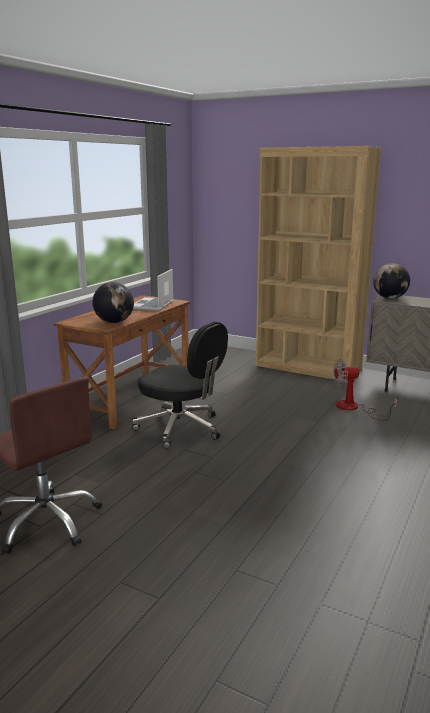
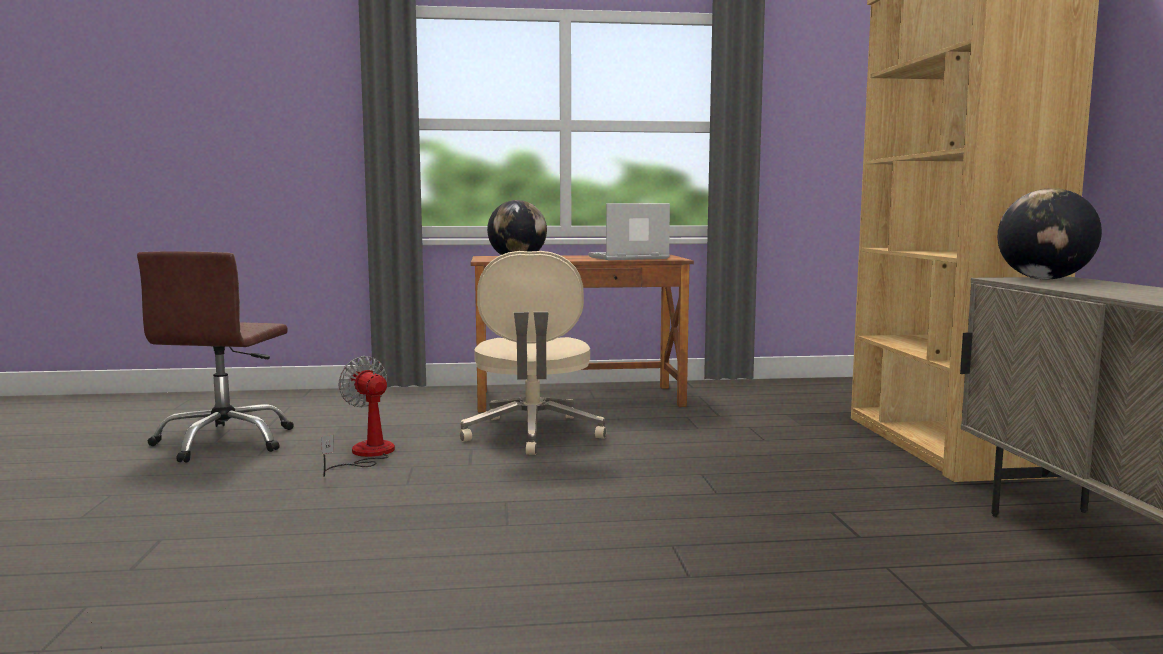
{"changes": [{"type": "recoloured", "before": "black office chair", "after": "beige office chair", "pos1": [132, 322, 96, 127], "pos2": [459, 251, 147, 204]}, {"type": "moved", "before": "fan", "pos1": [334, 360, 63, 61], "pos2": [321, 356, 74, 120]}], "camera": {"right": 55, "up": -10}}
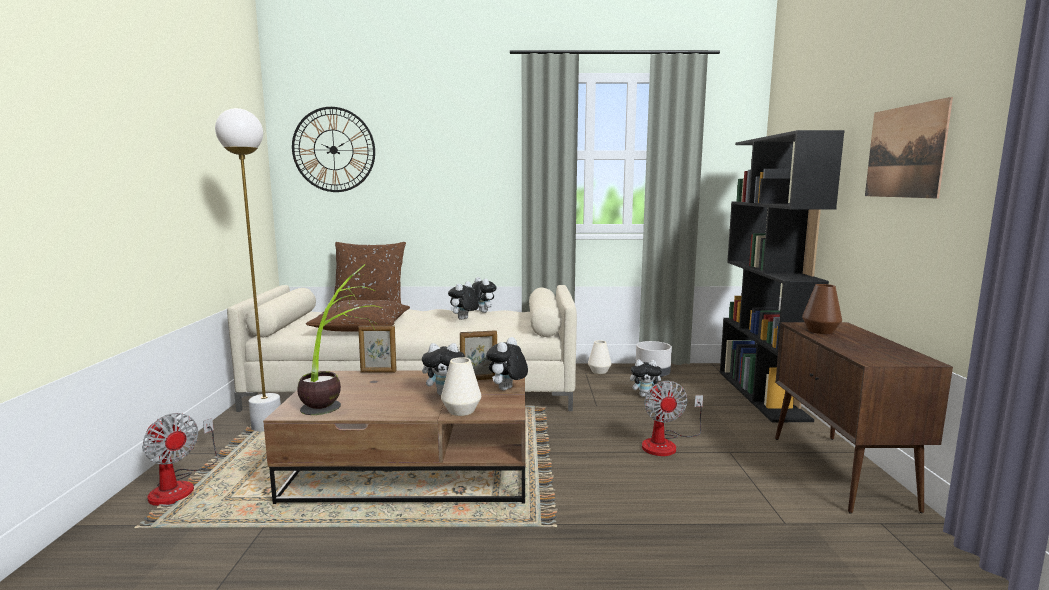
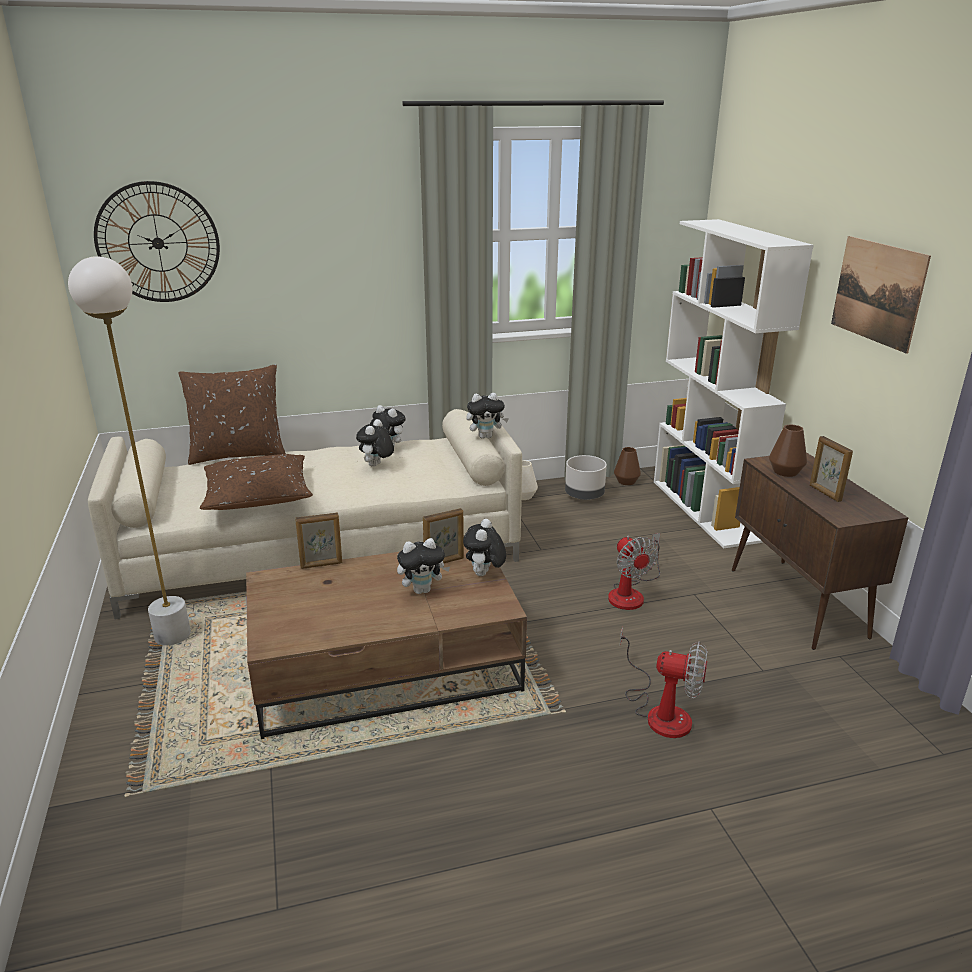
{"changes": [{"type": "moved", "before": "fan", "pos1": [142, 413, 76, 93], "pos2": [620, 627, 88, 111]}, {"type": "removed", "before": "potted plant", "pos1": [297, 264, 85, 151]}, {"type": "removed", "before": "white vase", "pos1": [441, 357, 40, 59]}, {"type": "moved", "before": "plush toy", "pos1": [630, 360, 34, 37], "pos2": [466, 393, 43, 46]}, {"type": "recoloured", "before": "black bookcase", "after": "white bookcase", "pos1": [720, 130, 125, 292], "pos2": [654, 219, 160, 330]}, {"type": "added", "after": "brown vase", "pos2": [614, 447, 27, 38]}, {"type": "added", "after": "picture frame", "pos2": [810, 436, 43, 66]}], "camera": {"right": -15, "up": 15}}
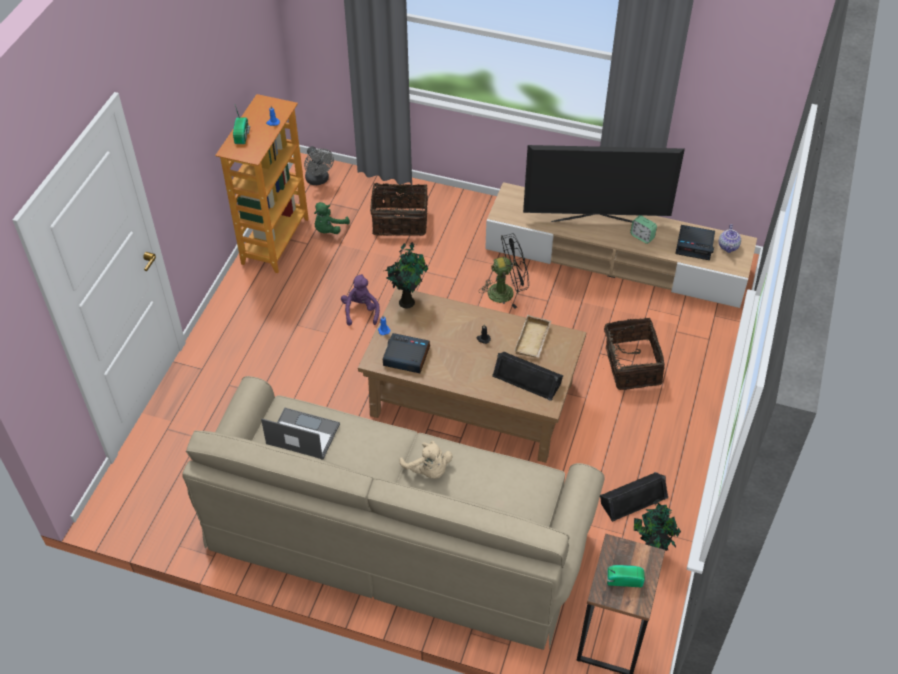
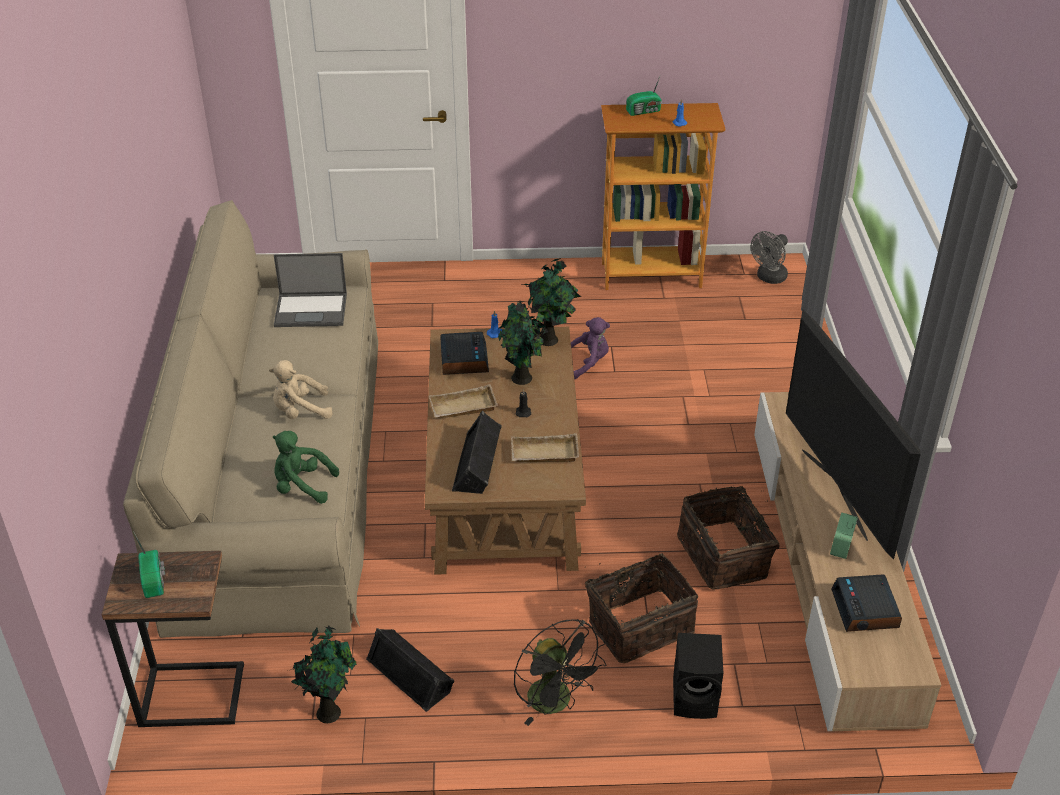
{"changes": [{"type": "turned", "before": "laptop", "pos1": [261, 408, 79, 52], "pos2": [274, 253, 73, 74], "turn": 90}, {"type": "moved", "before": "green plush toy", "pos1": [314, 202, 36, 32], "pos2": [273, 431, 66, 73]}, {"type": "moved", "before": "basket", "pos1": [370, 183, 58, 53], "pos2": [677, 486, 103, 103]}, {"type": "turned", "before": "beige plush toy", "pos1": [400, 441, 53, 38], "pos2": [269, 360, 64, 59], "turn": 45}, {"type": "moved", "before": "black fan", "pos1": [479, 233, 50, 76], "pos2": [514, 619, 92, 107]}, {"type": "removed", "before": "teapot", "pos1": [719, 224, 22, 29]}, {"type": "added", "after": "beige tray", "pos2": [429, 384, 69, 34]}, {"type": "added", "after": "potted plant", "pos2": [498, 301, 50, 84]}, {"type": "added", "after": "black speaker", "pos2": [673, 633, 51, 86]}], "camera": {"right": 70, "up": -10}}
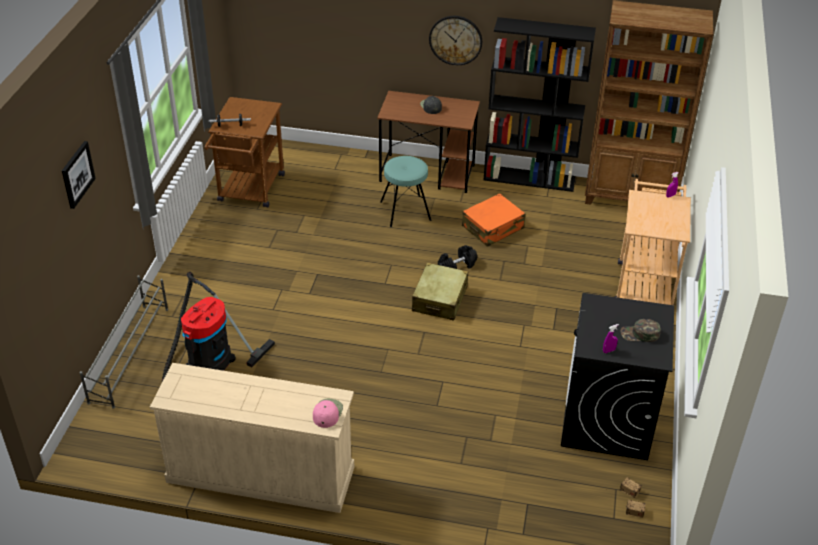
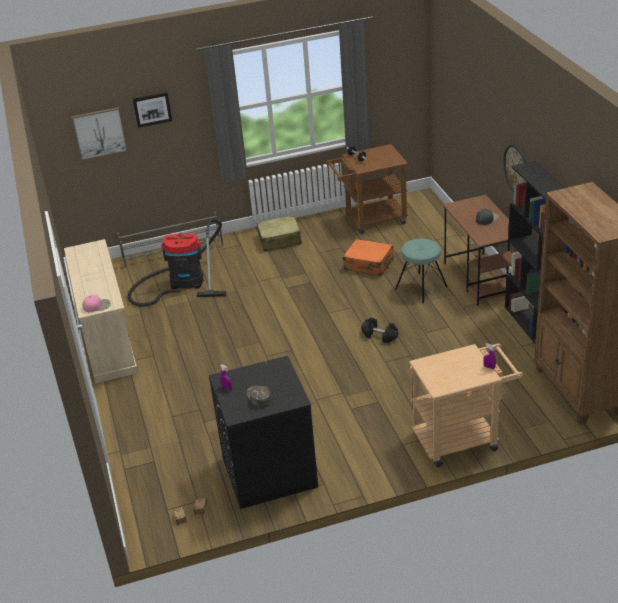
{"changes": [{"type": "moved", "before": "beige suitcase", "pos1": [412, 263, 56, 58], "pos2": [257, 215, 45, 37]}, {"type": "moved", "before": "orange suitcase", "pos1": [462, 193, 64, 54], "pos2": [343, 239, 51, 37]}, {"type": "added", "after": "picture", "pos2": [71, 107, 57, 53]}], "camera": {"right": 65, "up": -5}}
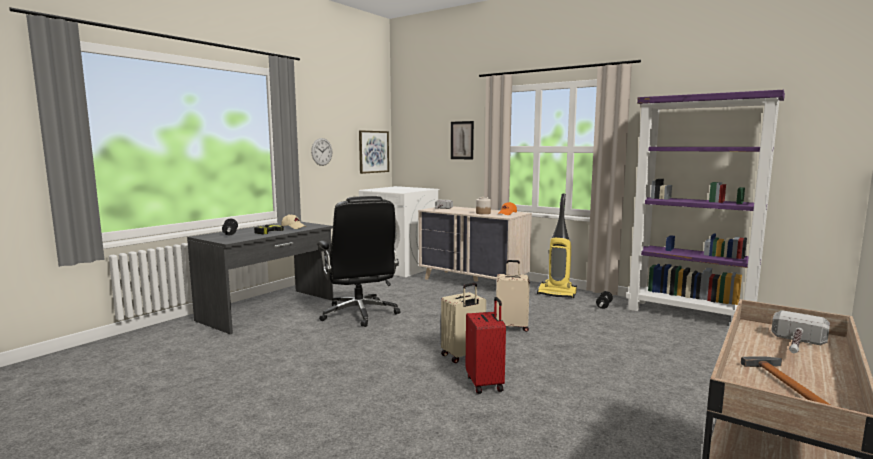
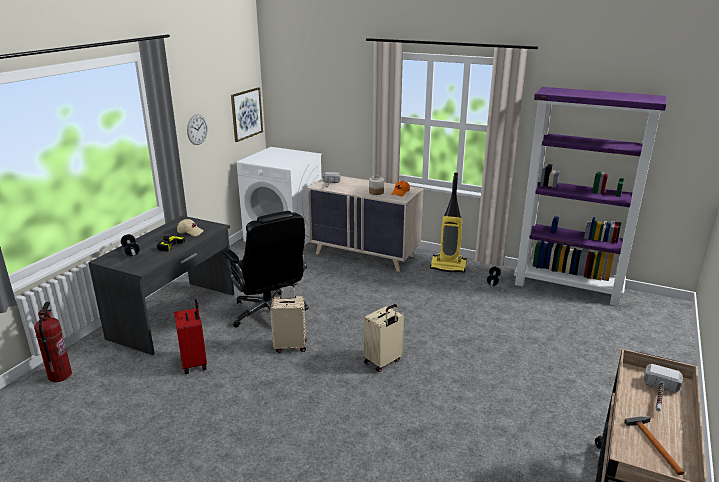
{"changes": [{"type": "removed", "before": "picture", "pos1": [451, 121, 23, 39]}, {"type": "moved", "before": "red suitcase", "pos1": [466, 297, 40, 97], "pos2": [174, 299, 33, 75]}, {"type": "moved", "before": "beige suitcase", "pos1": [496, 260, 34, 72], "pos2": [270, 284, 37, 68]}, {"type": "added", "after": "fire extinguisher", "pos2": [34, 302, 38, 80]}], "camera": {"right": -10, "up": 15}}
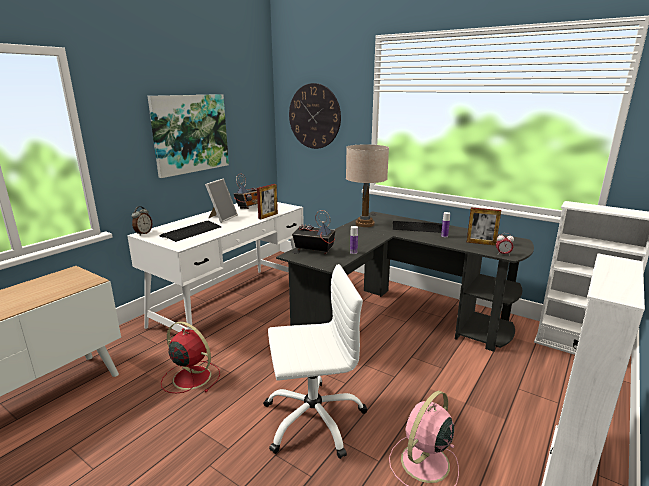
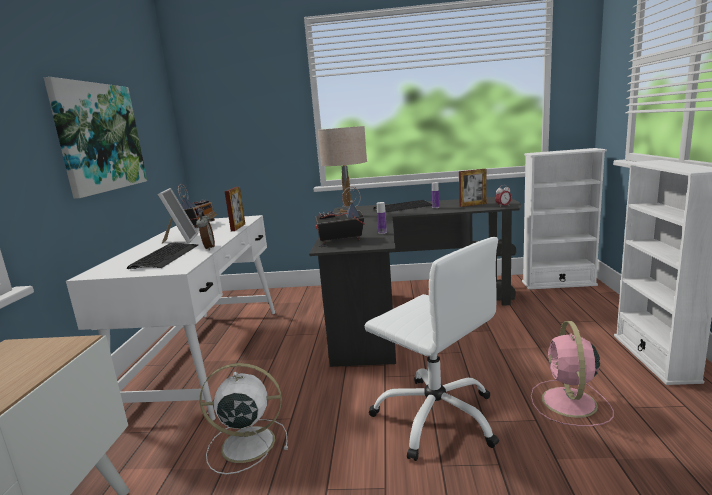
{"changes": [{"type": "moved", "before": "alarm clock", "pos1": [132, 206, 21, 29], "pos2": [196, 212, 19, 38]}, {"type": "recoloured", "before": "red fan", "after": "white fan", "pos1": [161, 322, 59, 71], "pos2": [200, 363, 88, 111]}, {"type": "turned", "before": "white office chair", "pos1": [264, 264, 103, 195], "pos2": [365, 237, 134, 224], "turn": 90}, {"type": "removed", "before": "wall clock", "pos1": [289, 83, 52, 66]}], "camera": {"right": -30, "up": -5}}
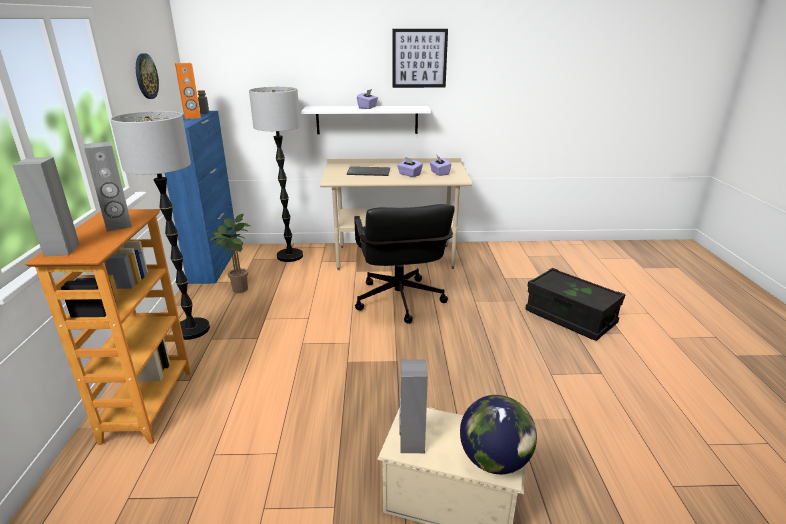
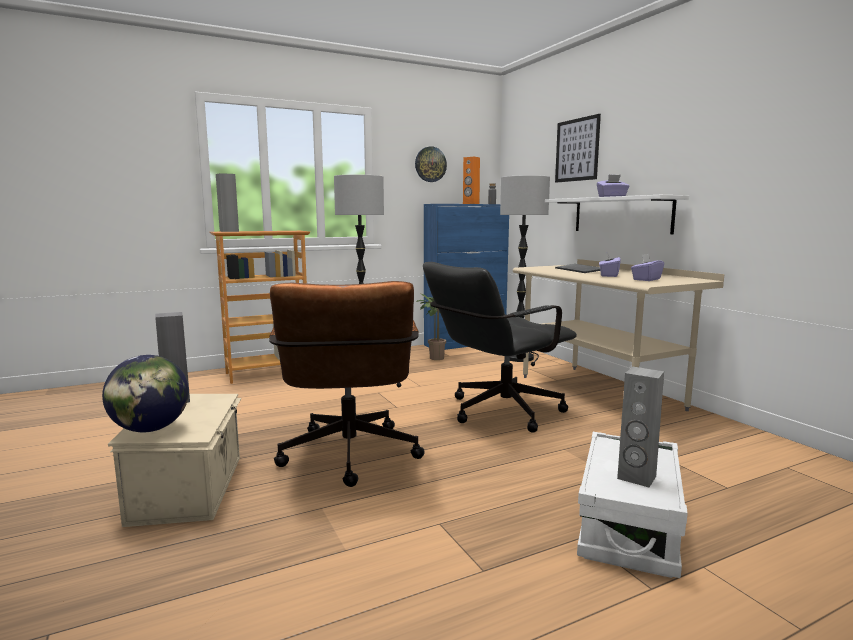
{"changes": [{"type": "moved", "before": "grey speaker", "pos1": [84, 141, 48, 91], "pos2": [617, 367, 47, 120]}, {"type": "moved", "before": "picture", "pos1": [393, 29, 55, 59], "pos2": [555, 114, 46, 69]}, {"type": "recoloured", "before": "black storage box", "after": "white storage box", "pos1": [525, 268, 101, 73], "pos2": [577, 432, 111, 146]}, {"type": "added", "after": "brown office chair", "pos2": [269, 281, 156, 206]}], "camera": {"right": 65, "up": -15}}
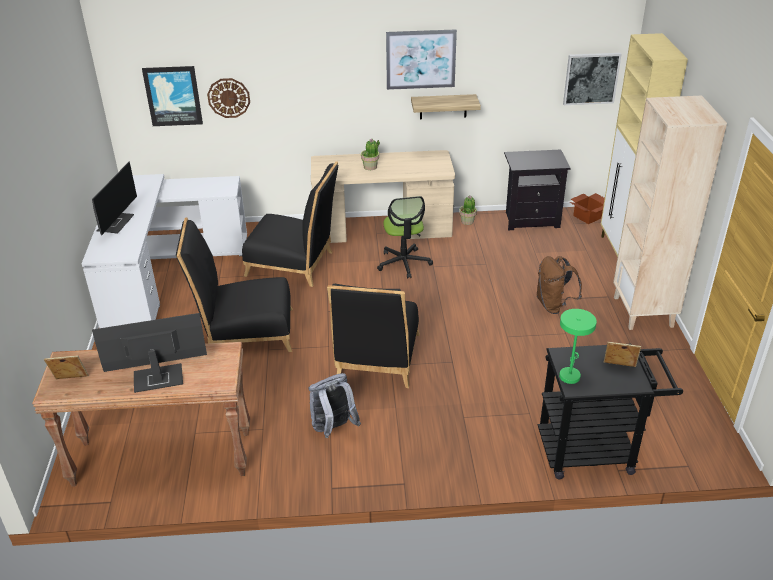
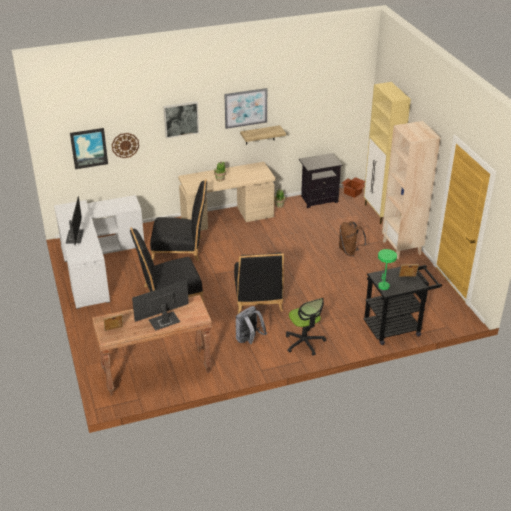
{"changes": [{"type": "moved", "before": "office chair", "pos1": [377, 196, 56, 83], "pos2": [286, 298, 40, 58]}, {"type": "moved", "before": "picture", "pos1": [563, 53, 59, 52], "pos2": [163, 101, 36, 37]}], "camera": {"right": -15, "up": 0}}
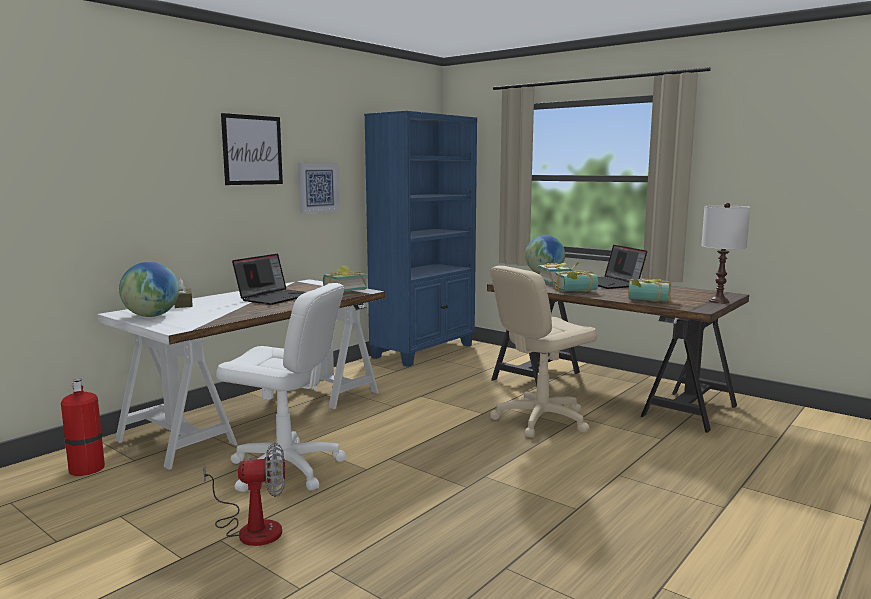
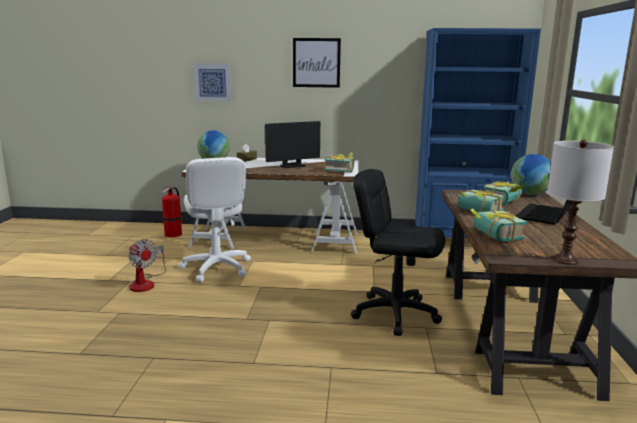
{"changes": [{"type": "replaced", "before": "laptop", "after": "monitor", "pos1": [232, 254, 74, 51], "pos2": [265, 121, 55, 47]}, {"type": "moved", "before": "picture", "pos1": [298, 163, 41, 51], "pos2": [193, 63, 39, 39]}, {"type": "recoloured", "before": "beige office chair", "after": "black office chair", "pos1": [490, 266, 107, 172], "pos2": [351, 169, 94, 167]}], "camera": {"right": 55, "up": 5}}
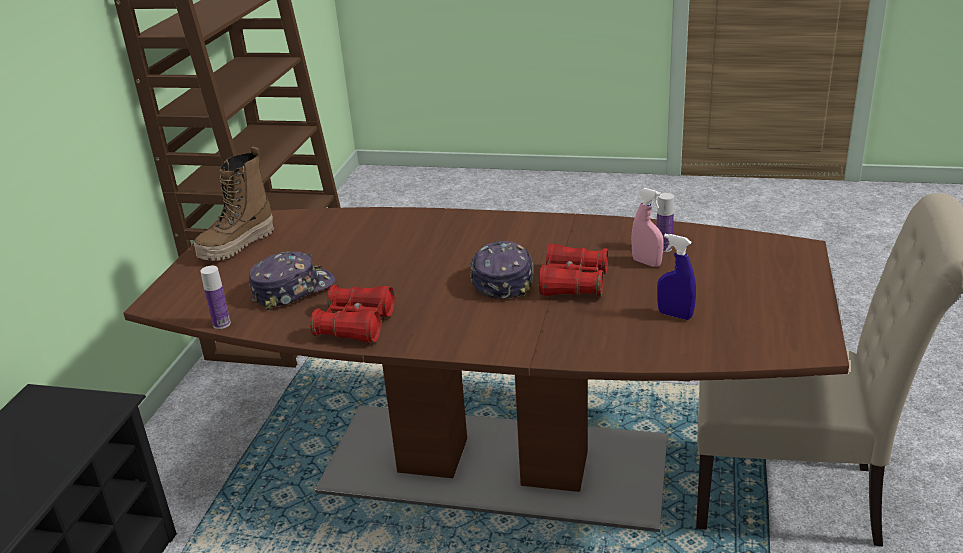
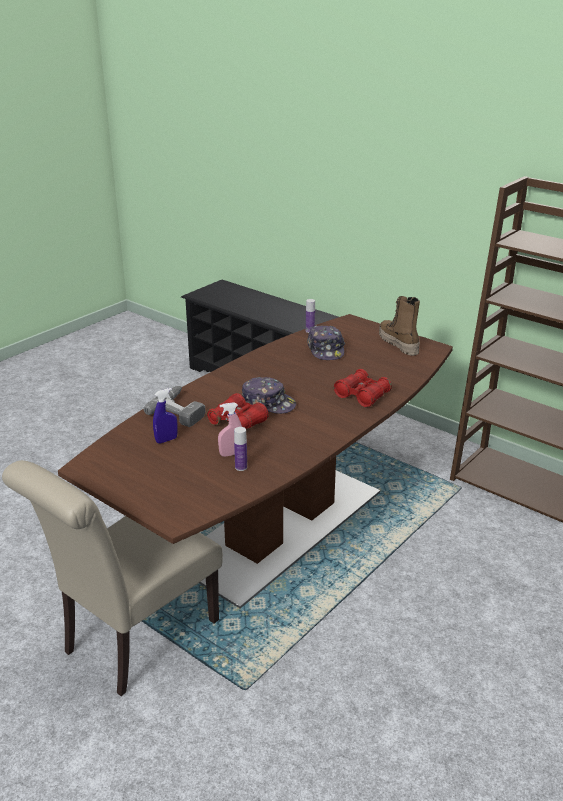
{"changes": [{"type": "moved", "before": "red binoculars", "pos1": [310, 285, 85, 58], "pos2": [334, 369, 58, 38]}, {"type": "added", "after": "power drill", "pos2": [143, 386, 63, 41]}], "camera": {"right": 115, "up": 0}}
